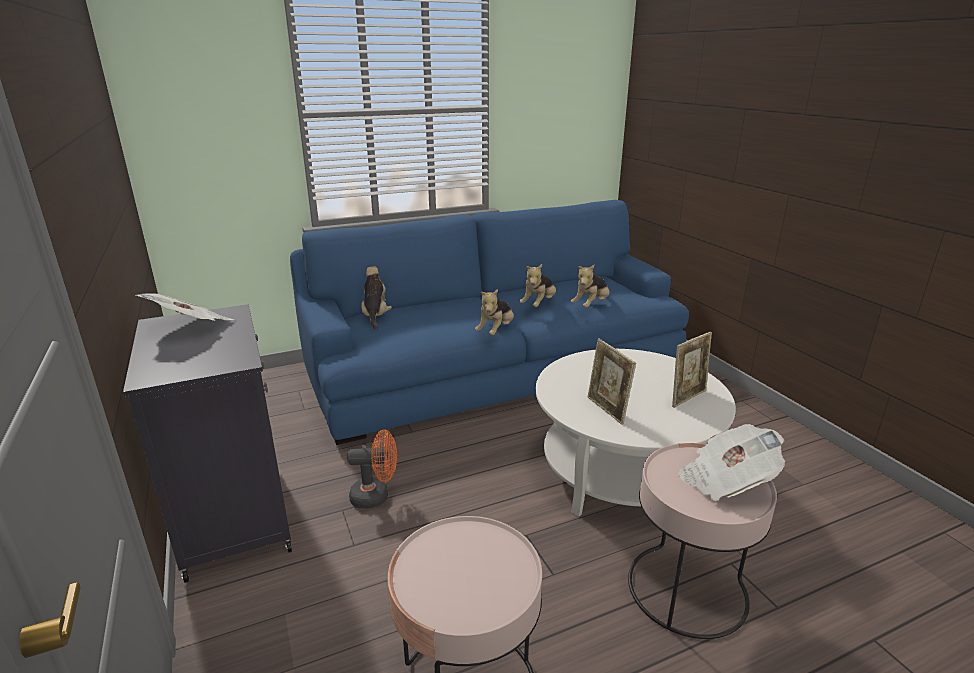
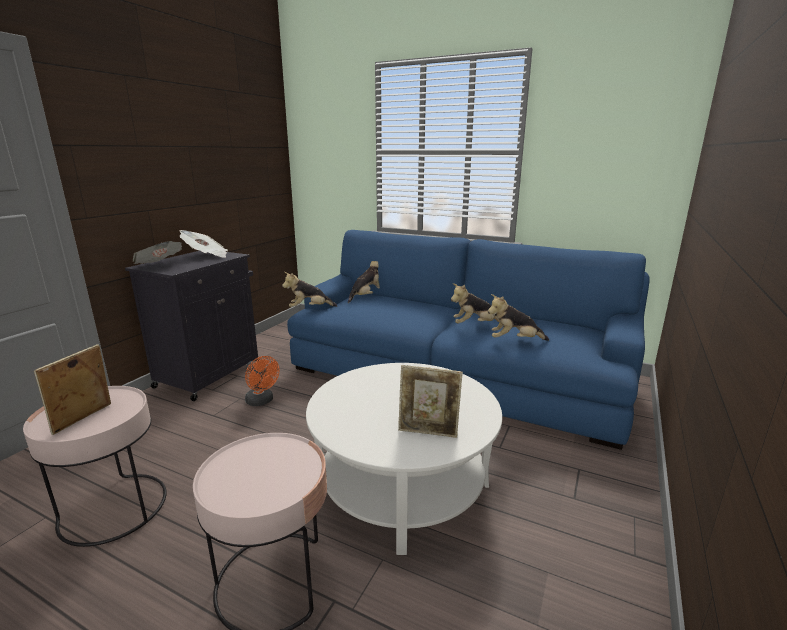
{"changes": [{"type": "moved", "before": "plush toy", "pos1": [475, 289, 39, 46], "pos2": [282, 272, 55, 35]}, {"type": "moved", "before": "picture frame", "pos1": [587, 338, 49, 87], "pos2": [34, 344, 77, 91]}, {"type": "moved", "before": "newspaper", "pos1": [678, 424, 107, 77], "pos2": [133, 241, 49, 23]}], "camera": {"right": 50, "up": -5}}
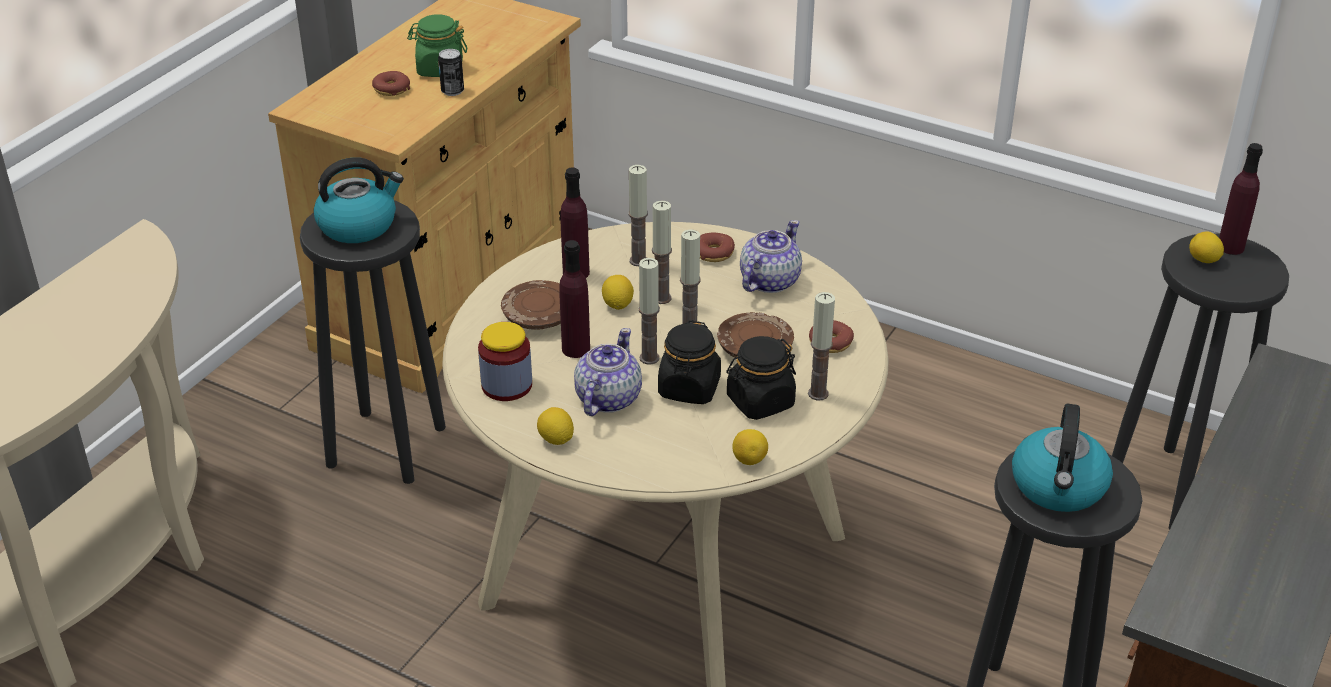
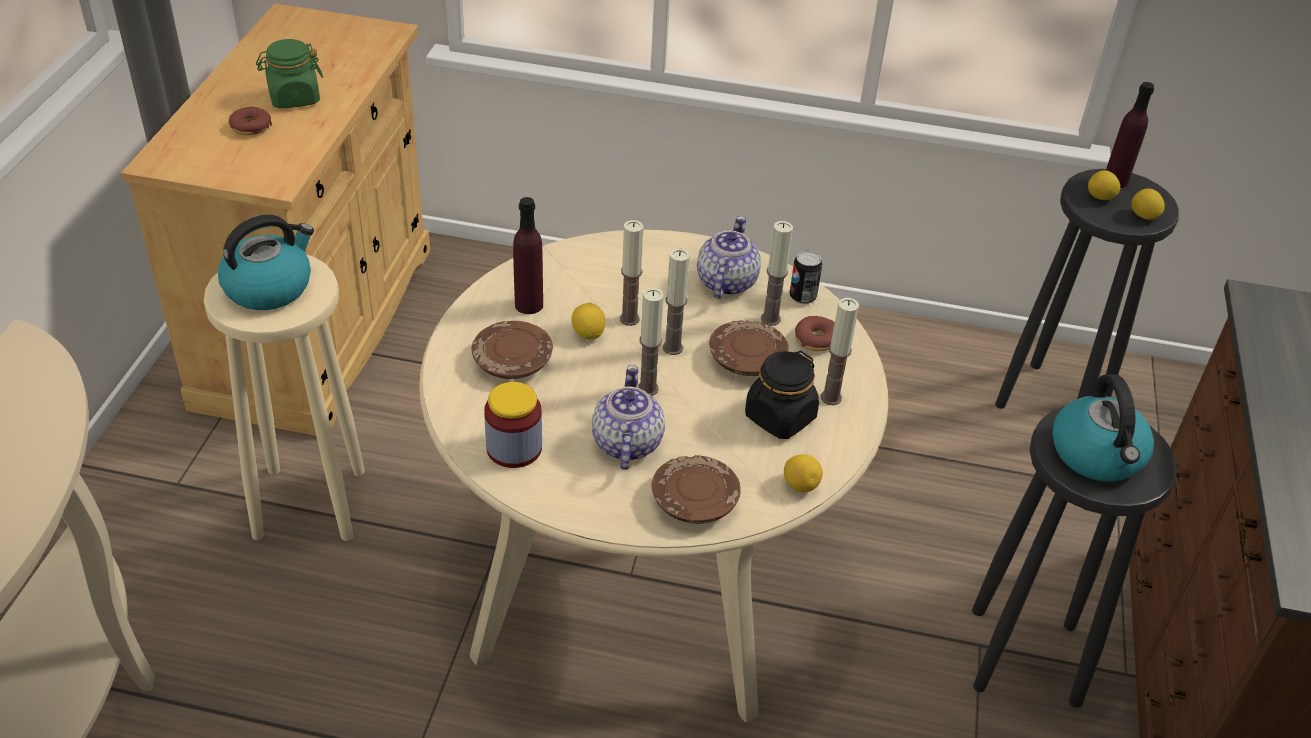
{"changes": [{"type": "recoloured", "before": "black stool", "after": "beige stool", "pos1": [300, 200, 146, 284], "pos2": [204, 254, 161, 287]}, {"type": "moved", "before": "can", "pos1": [438, 49, 26, 47], "pos2": [790, 250, 32, 54]}, {"type": "moved", "before": "lemon", "pos1": [537, 407, 37, 38], "pos2": [1132, 189, 33, 31]}, {"type": "removed", "before": "purple bottle", "pos1": [559, 240, 31, 118]}, {"type": "moved", "before": "candle", "pos1": [628, 165, 20, 101], "pos2": [761, 221, 32, 105]}, {"type": "removed", "before": "black jar", "pos1": [658, 320, 63, 84]}, {"type": "removed", "before": "donut", "pos1": [700, 233, 35, 29]}, {"type": "added", "after": "brown plate", "pos2": [651, 455, 90, 69]}], "camera": {"right": -20, "up": 5}}
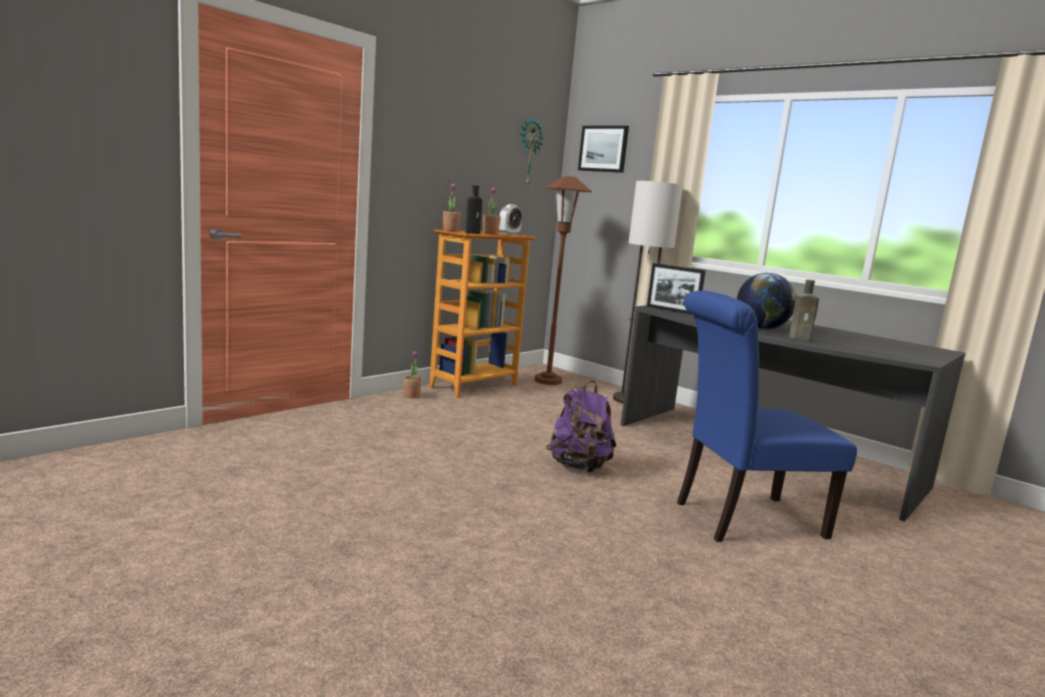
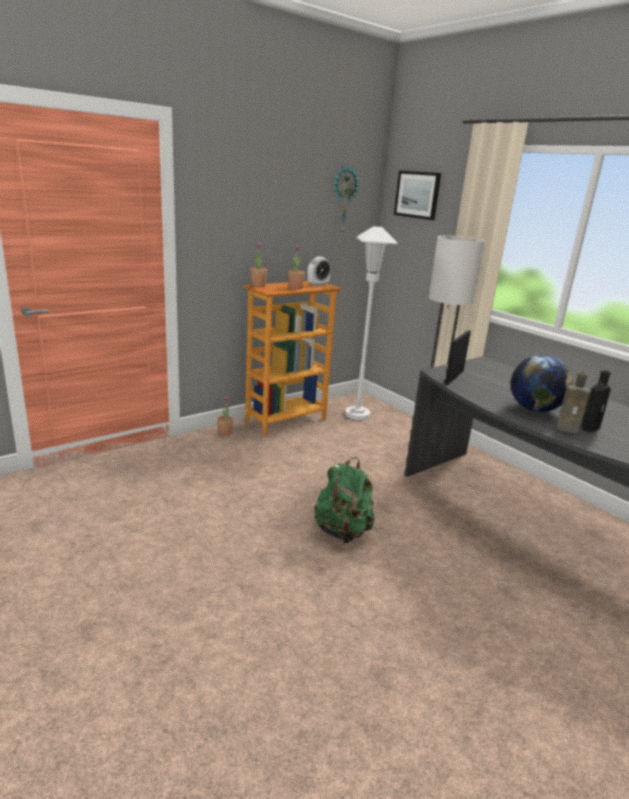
{"changes": [{"type": "moved", "before": "black bottle", "pos1": [465, 185, 17, 49], "pos2": [582, 370, 29, 62]}, {"type": "recoloured", "before": "brown floor lamp", "after": "white floor lamp", "pos1": [535, 176, 57, 209], "pos2": [345, 226, 53, 194]}, {"type": "recoloured", "before": "purple backpack", "after": "green backpack", "pos1": [546, 381, 70, 91], "pos2": [314, 457, 60, 86]}, {"type": "turned", "before": "picture frame", "pos1": [647, 263, 59, 52], "pos2": [445, 330, 26, 55], "turn": 75}, {"type": "removed", "before": "blue chair", "pos1": [677, 291, 180, 251]}], "camera": {"right": 10, "up": 10}}
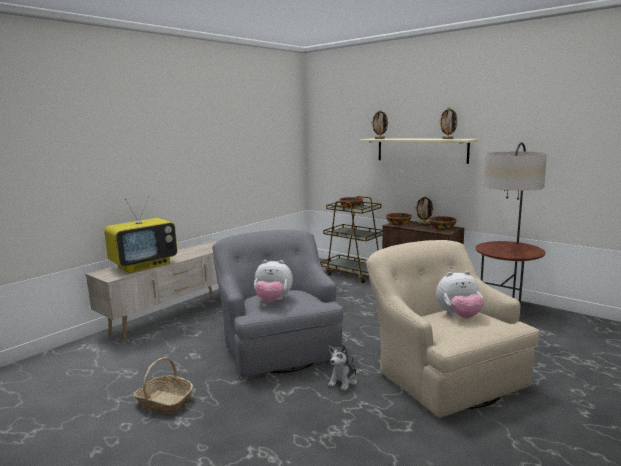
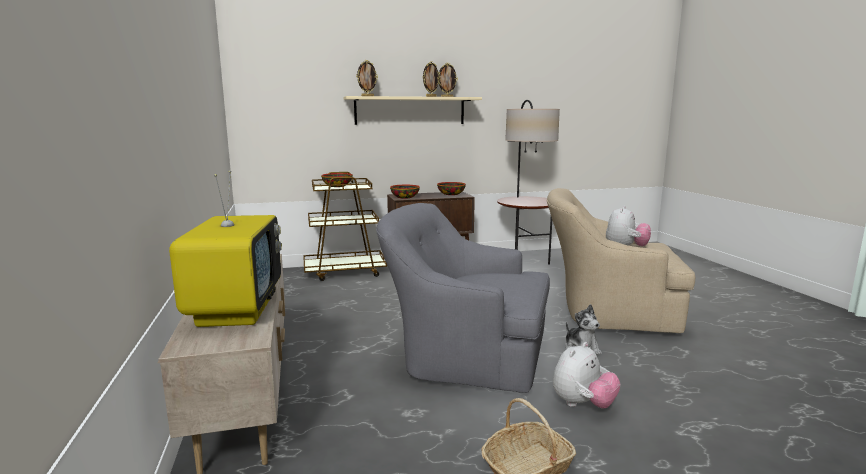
{"changes": [{"type": "moved", "before": "plush toy", "pos1": [254, 260, 39, 42], "pos2": [553, 342, 68, 66]}, {"type": "moved", "before": "picture frame", "pos1": [415, 196, 19, 28], "pos2": [423, 61, 17, 36]}], "camera": {"right": -55, "up": 0}}
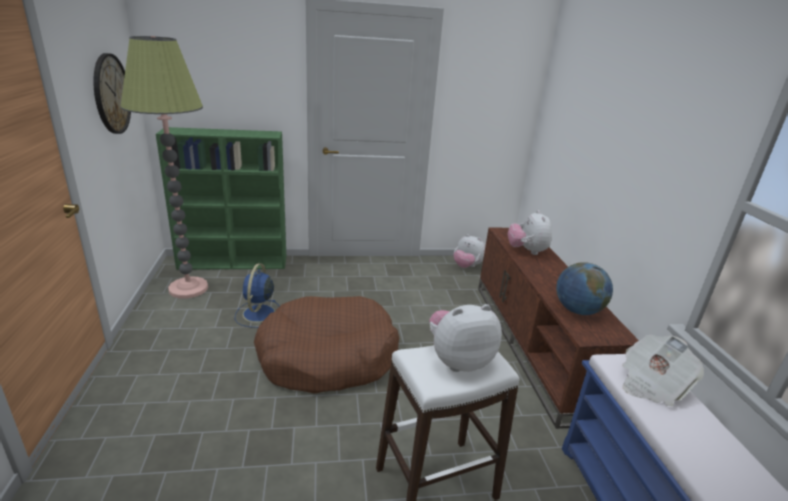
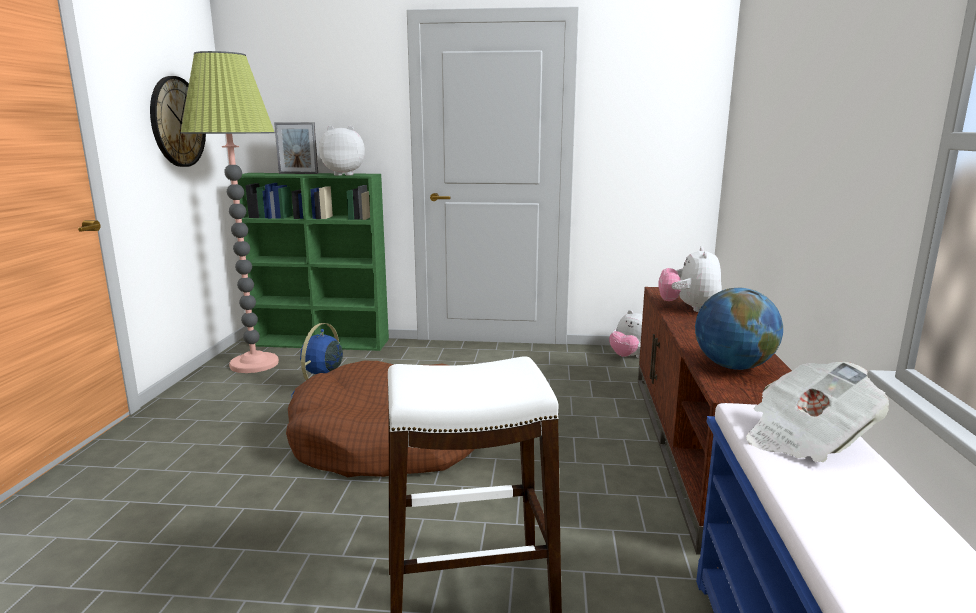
{"changes": [{"type": "moved", "before": "plush toy", "pos1": [430, 304, 72, 68], "pos2": [319, 126, 46, 50]}, {"type": "added", "after": "picture frame", "pos2": [274, 122, 44, 52]}], "camera": {"right": 15, "up": -10}}
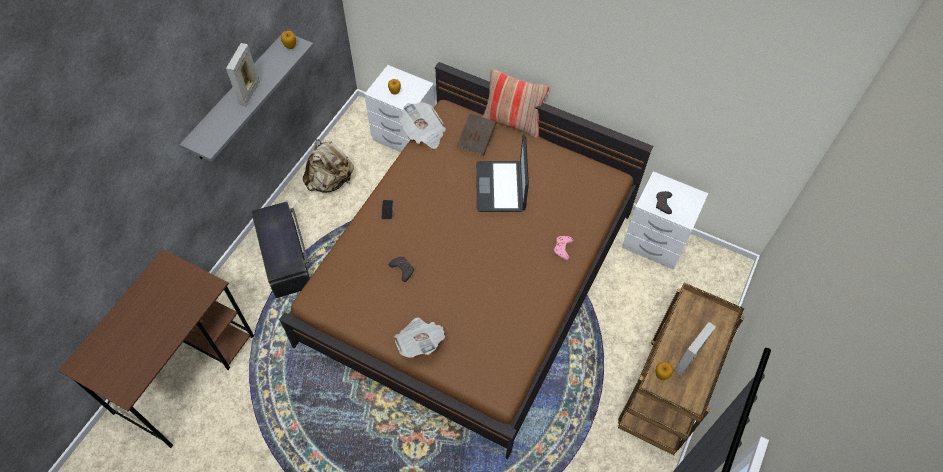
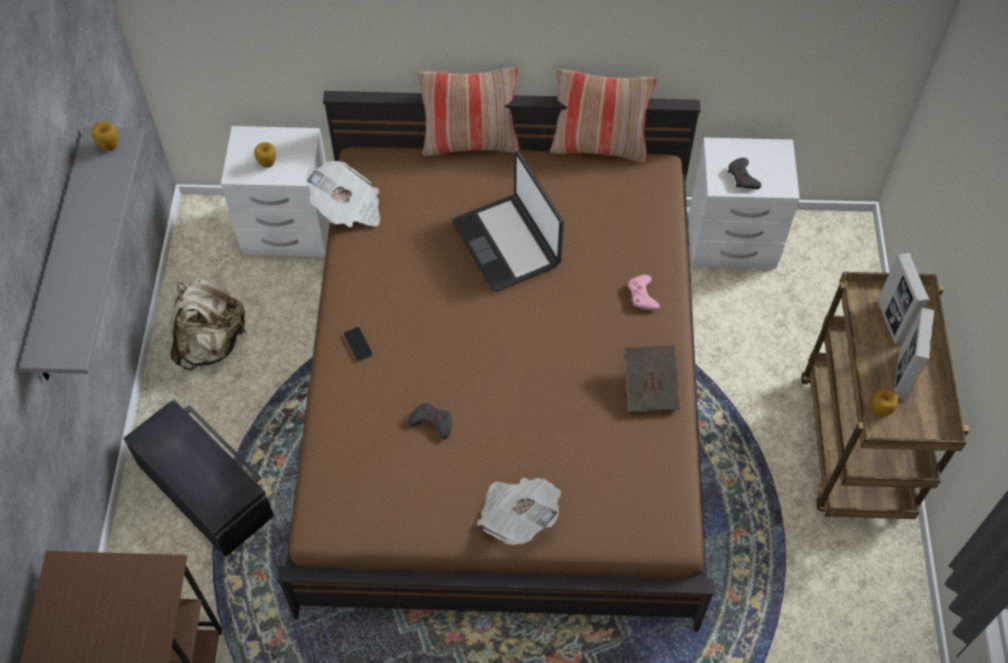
{"changes": [{"type": "moved", "before": "picture frame", "pos1": [226, 43, 34, 63], "pos2": [877, 253, 52, 92]}, {"type": "moved", "before": "brown book", "pos1": [457, 113, 39, 43], "pos2": [624, 345, 56, 67]}, {"type": "added", "after": "pillow", "pos2": [550, 69, 107, 93]}], "camera": {"right": -25, "up": 0}}
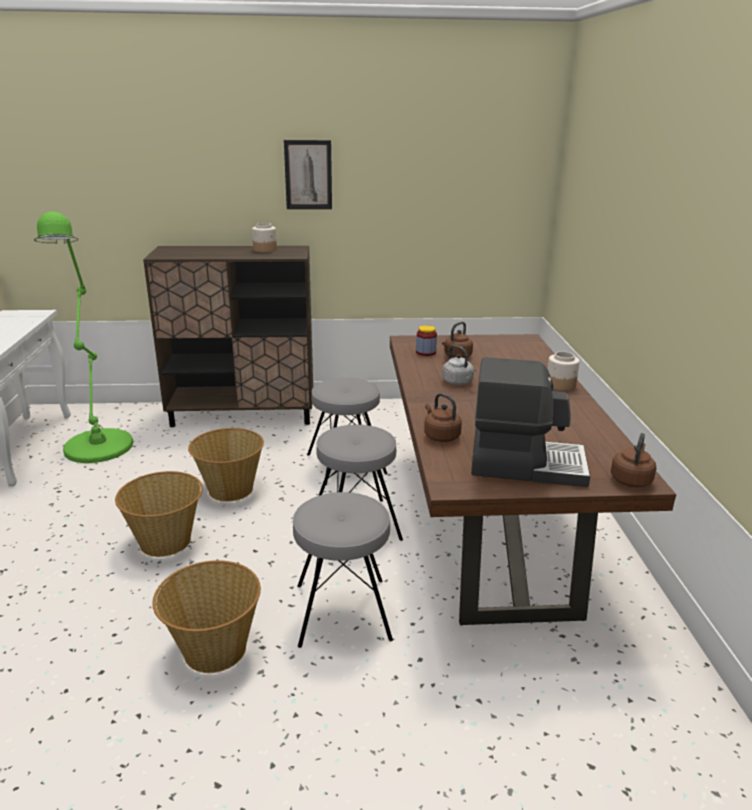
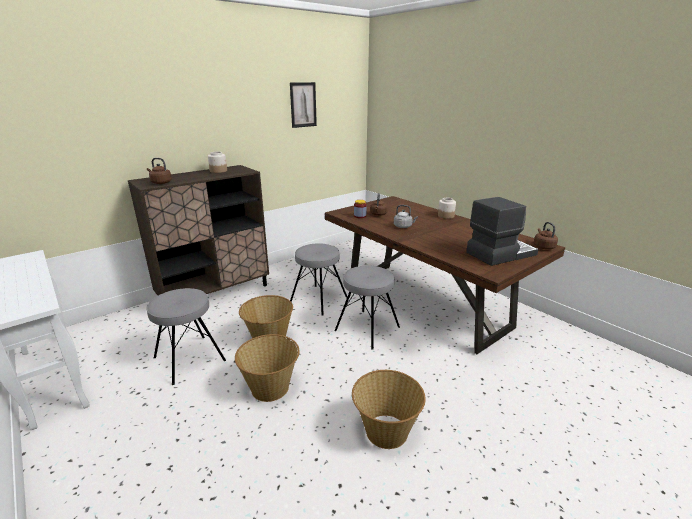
{"changes": [{"type": "removed", "before": "green floor lamp", "pos1": [34, 211, 99, 252]}, {"type": "moved", "before": "picture", "pos1": [284, 140, 48, 69], "pos2": [290, 82, 27, 46]}, {"type": "moved", "before": "grey stool", "pos1": [293, 492, 100, 156], "pos2": [146, 288, 80, 97]}, {"type": "moved", "before": "brown kettle", "pos1": [424, 393, 38, 49], "pos2": [147, 158, 25, 26]}], "camera": {"right": -35, "up": 0}}
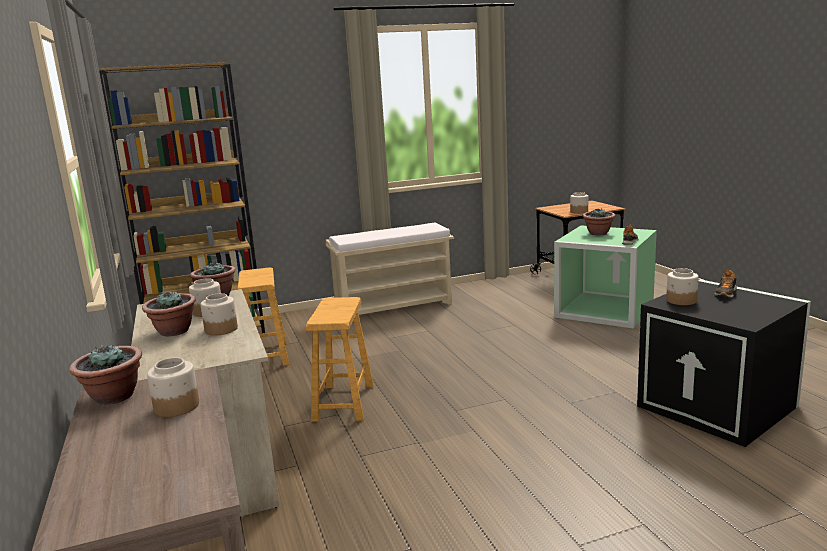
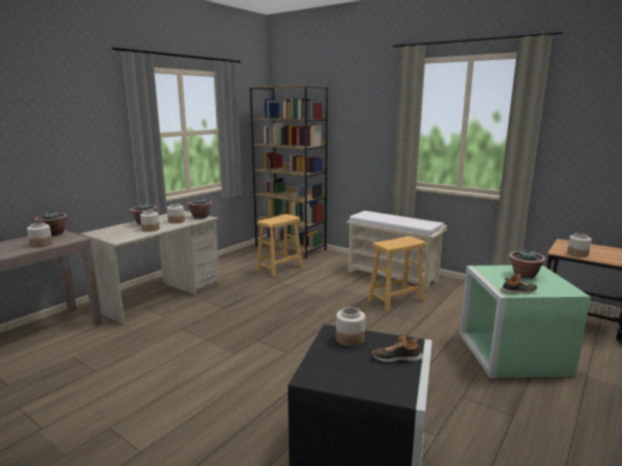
{"changes": [{"type": "moved", "before": "brown stool", "pos1": [306, 297, 68, 125], "pos2": [368, 236, 59, 76]}], "camera": {"right": 55, "up": 0}}
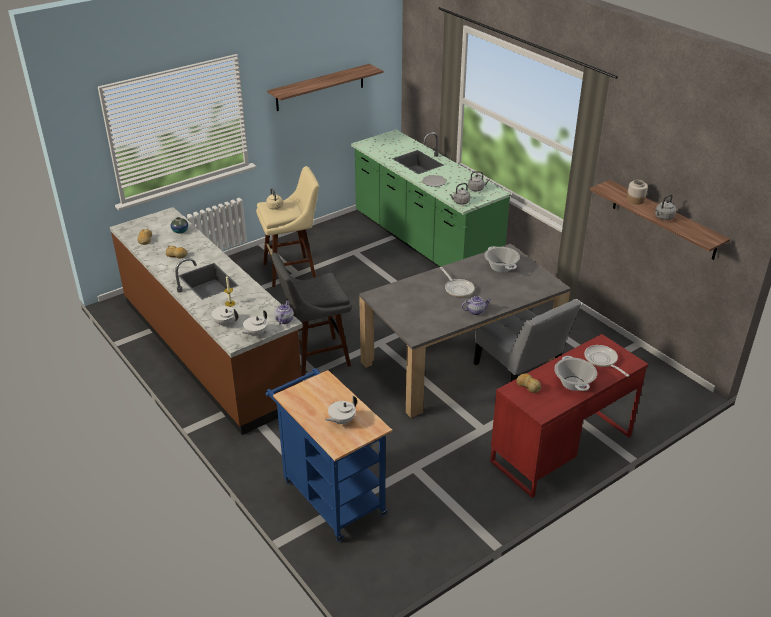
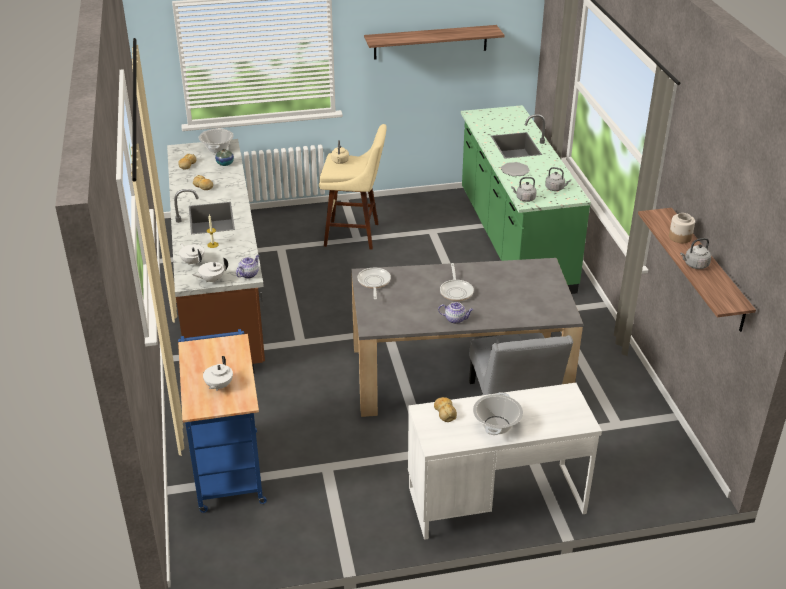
{"changes": [{"type": "removed", "before": "grey stool", "pos1": [271, 253, 80, 124]}, {"type": "turned", "before": "white teapot", "pos1": [325, 396, 32, 28], "pos2": [203, 356, 30, 35], "turn": -60}, {"type": "moved", "before": "cooking pot", "pos1": [484, 246, 36, 26], "pos2": [199, 128, 35, 25]}, {"type": "recoloured", "before": "red desk", "after": "white desk", "pos1": [490, 334, 158, 164], "pos2": [408, 383, 194, 157]}, {"type": "moved", "before": "frying pan", "pos1": [585, 345, 44, 32], "pos2": [358, 268, 33, 32]}], "camera": {"right": 25, "up": 0}}
